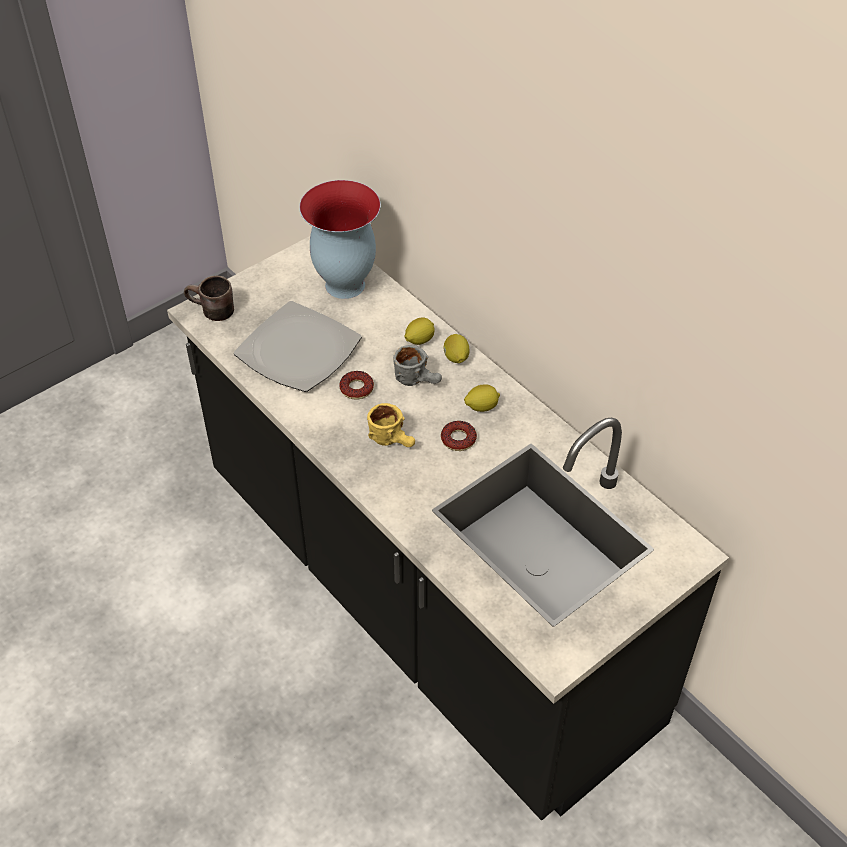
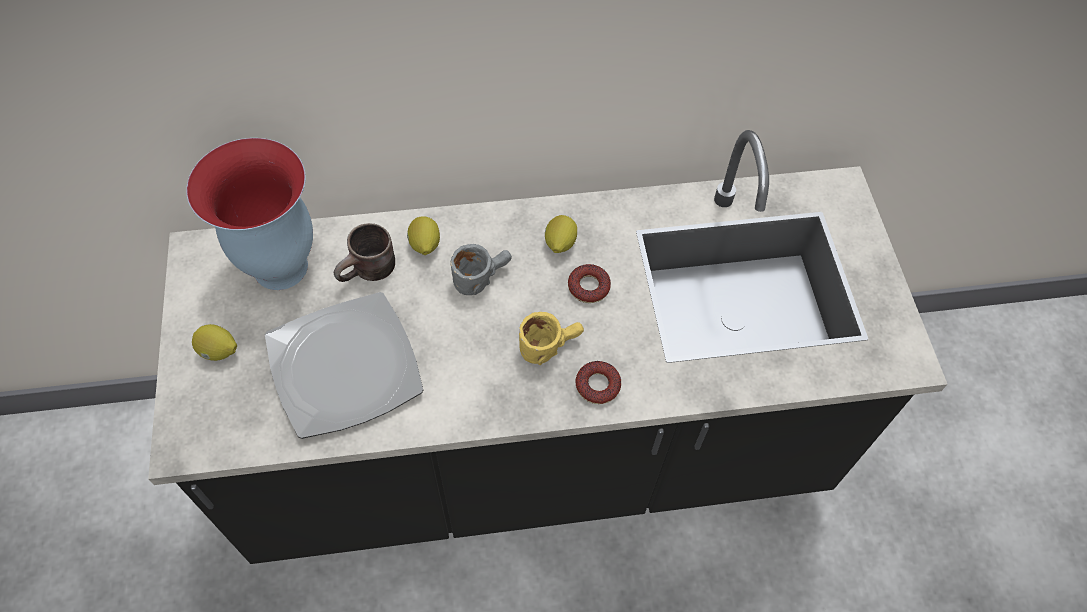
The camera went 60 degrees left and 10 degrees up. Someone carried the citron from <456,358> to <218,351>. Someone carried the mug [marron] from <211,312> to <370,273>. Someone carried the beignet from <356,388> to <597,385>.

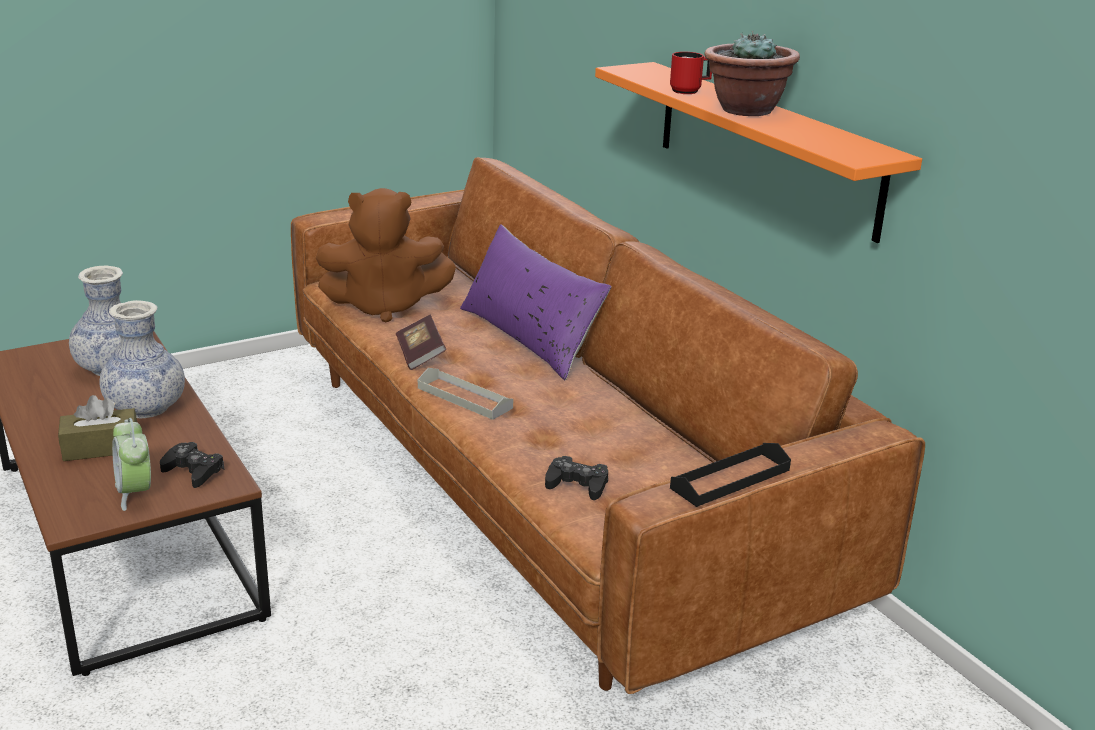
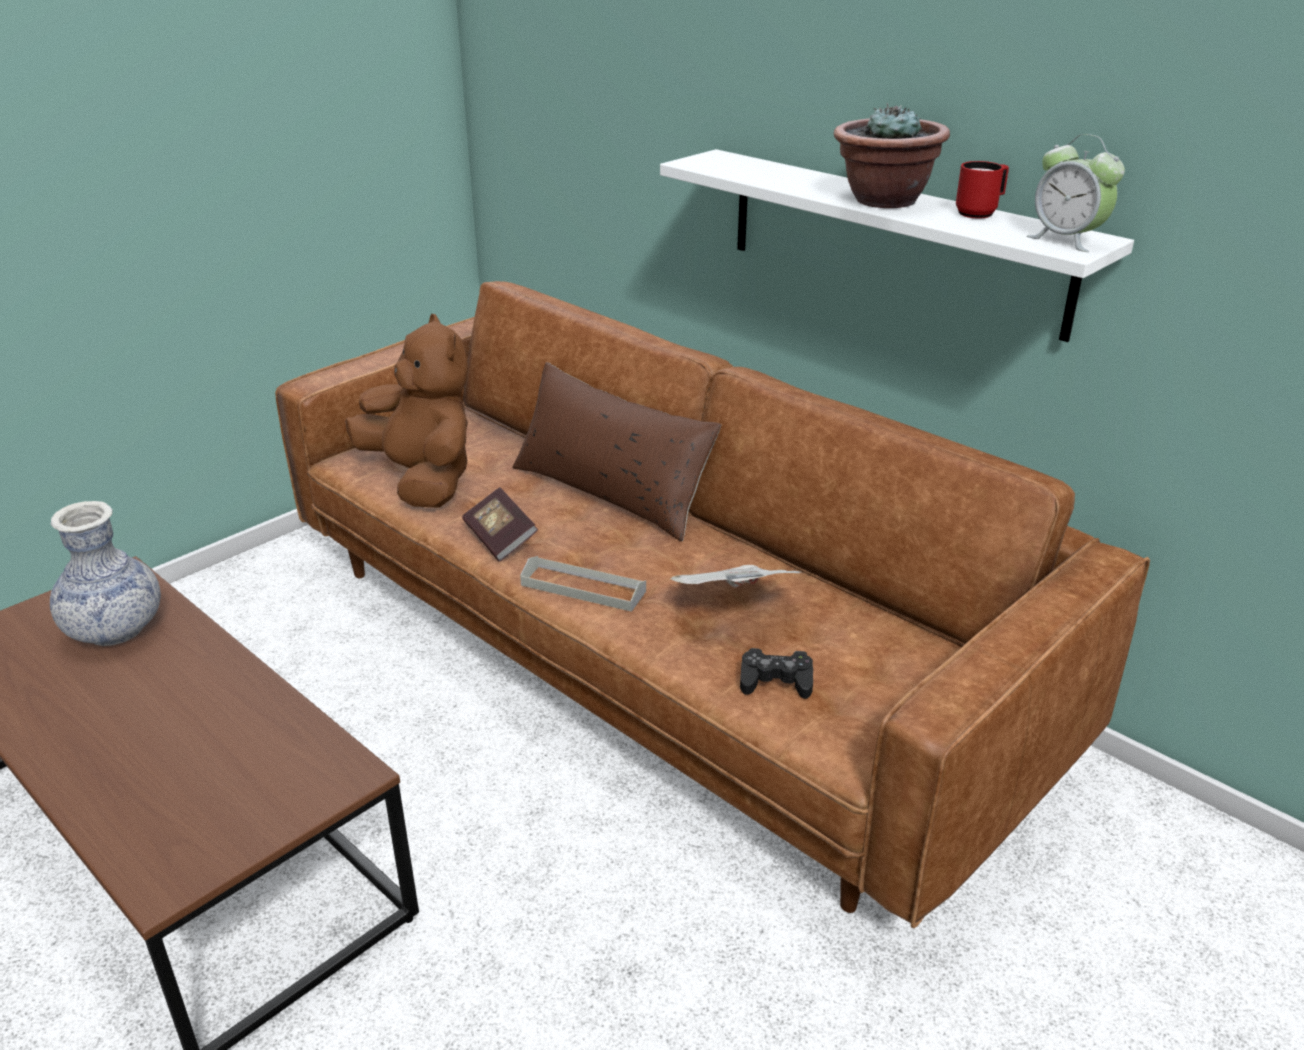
The camera went 15 degrees left and 5 degrees up. Someone rotated the peluche [marron] at <384,306> by 105 degrees counterclockwise. Someone repainted the coussin [violet] at <529,337>, which became the coussin [marron] at <611,492>. Someone repainted the étagère [orange] at <765,147>, which became the étagère [blanc] at <893,240>. Someone put down the journal at <734,604>. Someone carried the mug [rouge] from <690,91> to <980,213>. Someone carried the réveil from <135,493> to <1067,240>. Someone took away the boîte à mouchoirs [marron] at <101,448>. Someone took away the vase at <146,408>. Someone took away the manette [noir] at <193,471>. Someone took away the plateau [noir] at <730,479>.

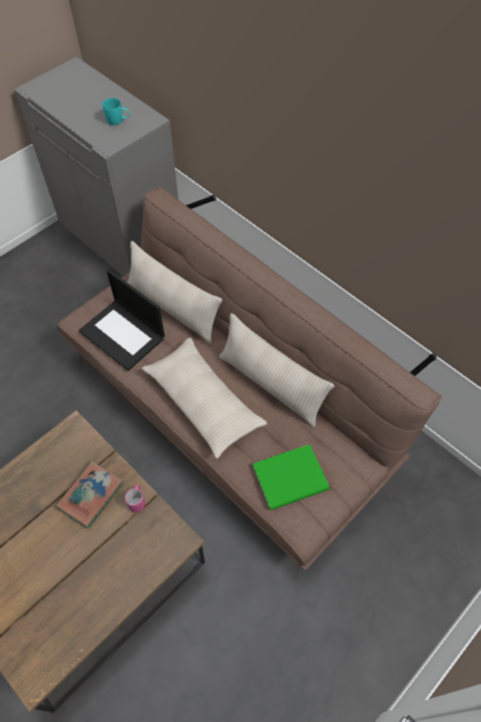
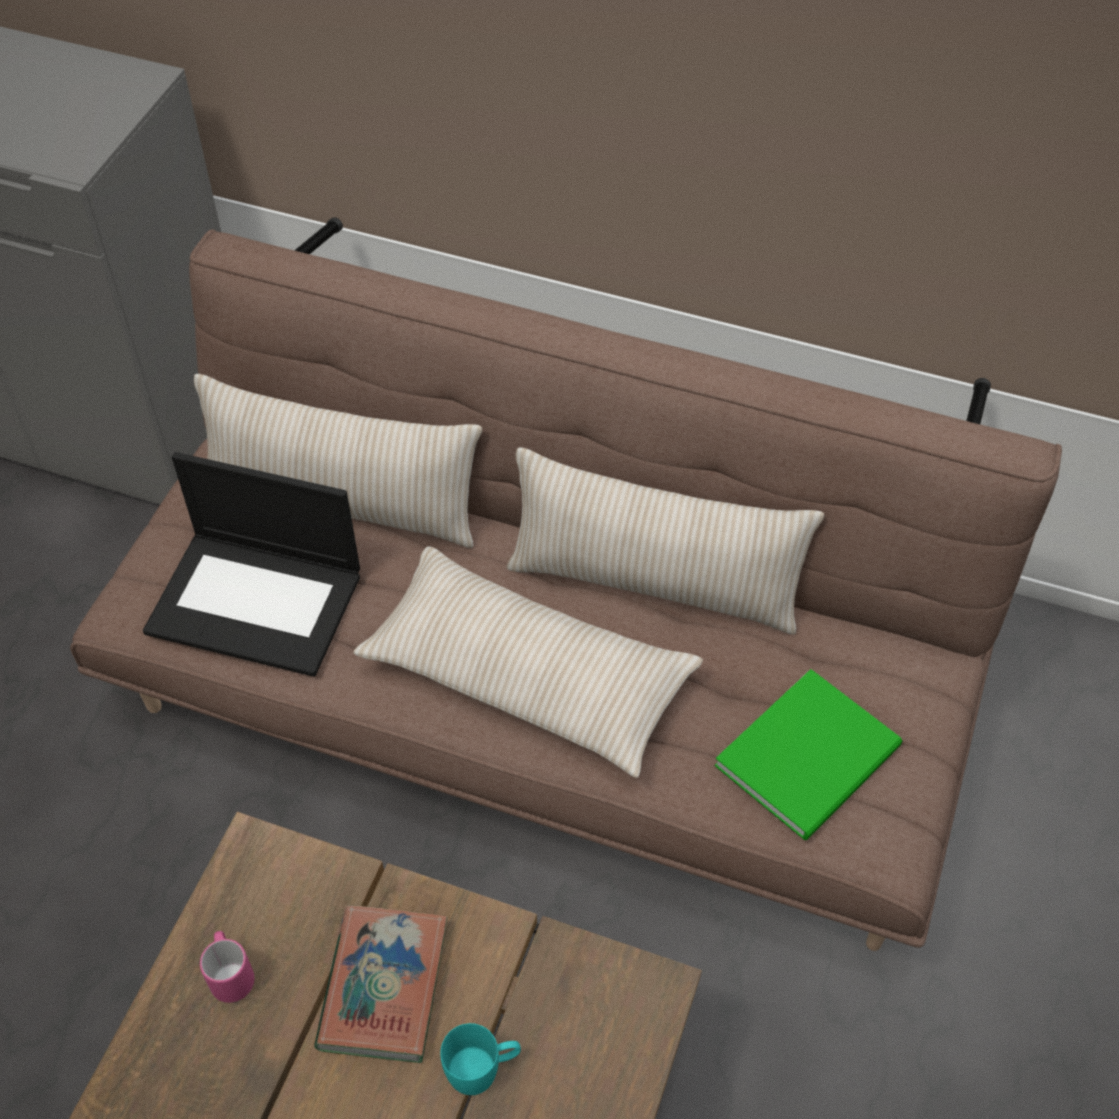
The camera went 25 degrees left and 5 degrees down. Someone carried the mug [rose] from <137,501> to <231,974>. Someone carried the mug [turquoise] from <118,121> to <483,1069>.

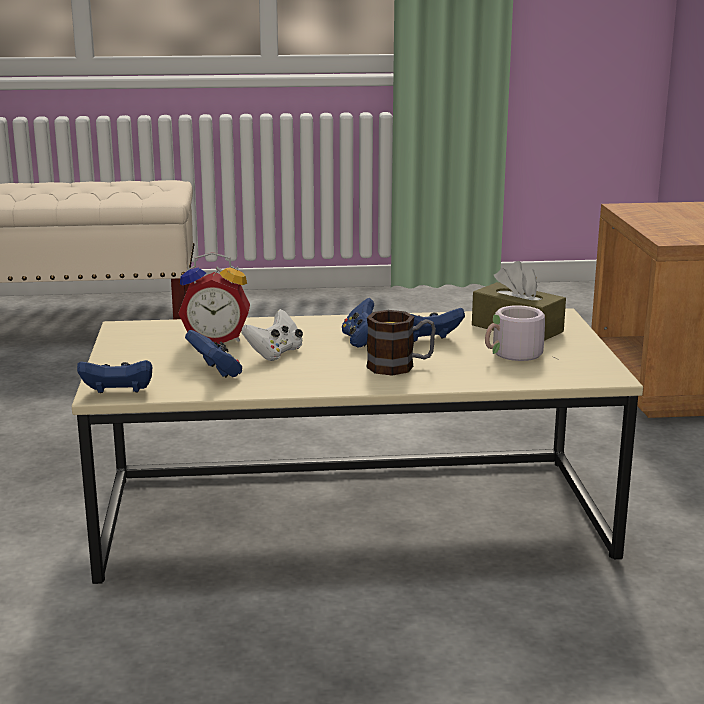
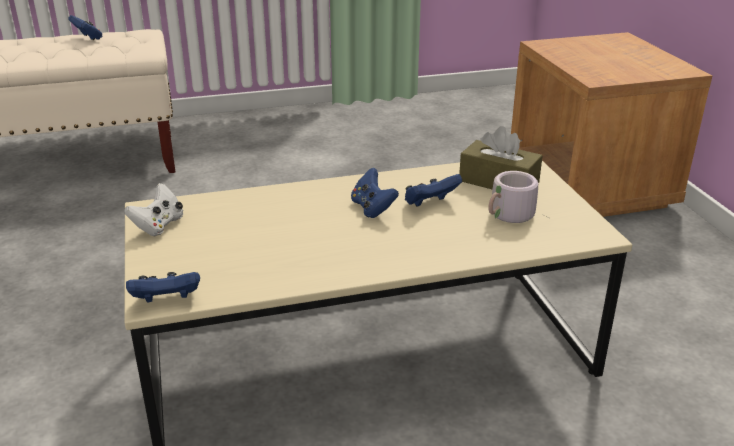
The camera went 10 degrees left and 10 degrees up. Someone carried the manette [bleu] from <216,372> to <88,38>. Someone carried the manette [blanc] from <275,353> to <159,225>. Someone took away the réveil at <216,340>. Someone took away the mug at <400,366>.

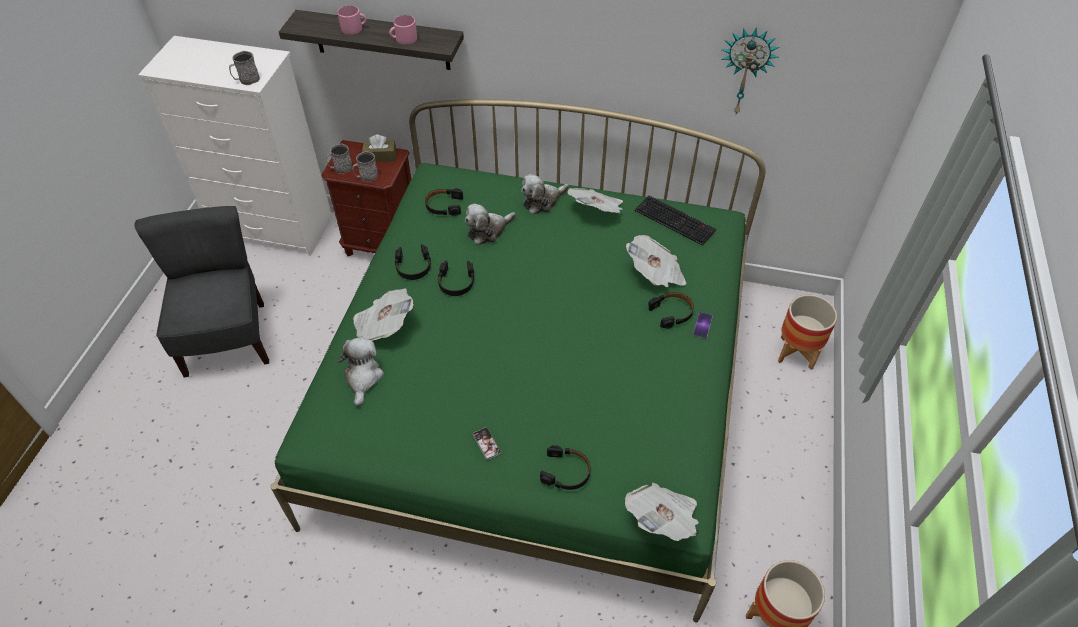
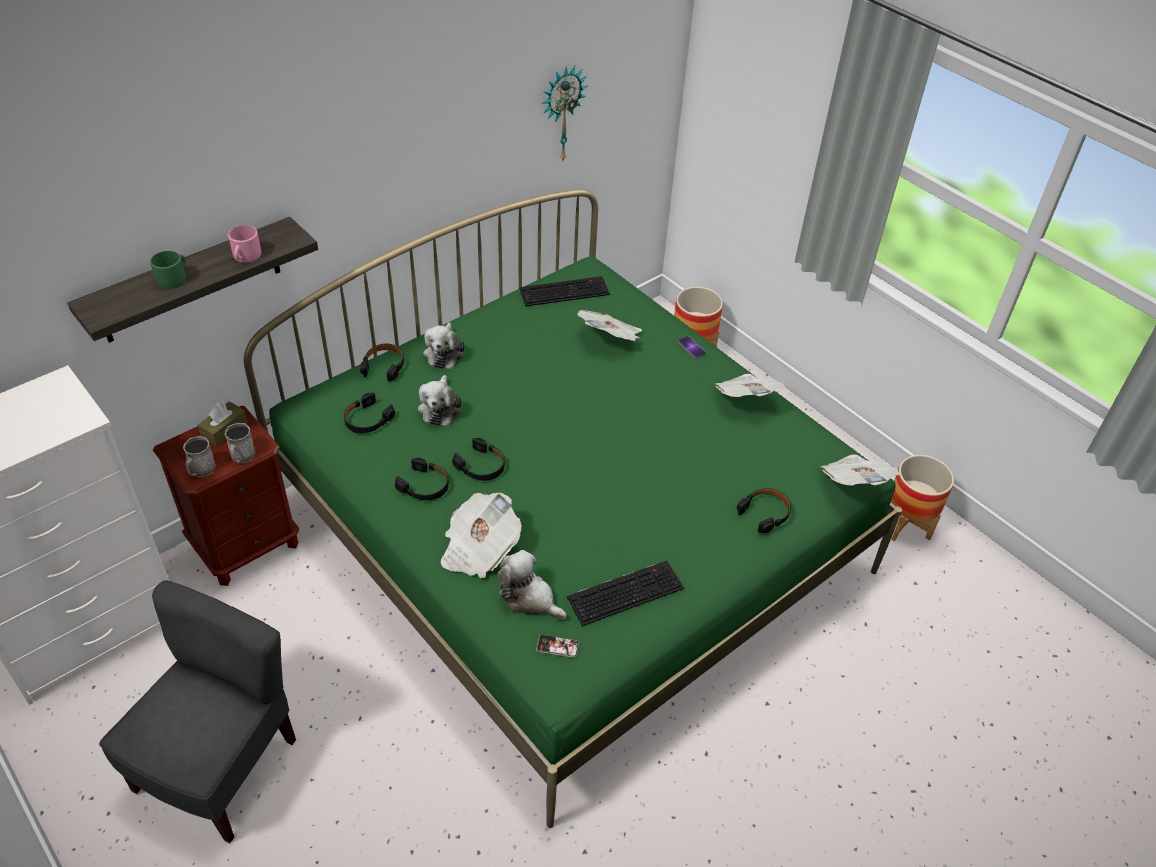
The camera went 55 degrees left and 5 degrees down. Someone rotated the chaise [gris] at <228,339> by 90 degrees clockwise. Someone repainted the mug [rose] at <354,28>, which became the mug [vert] at <174,278>. Someone carried the casque audio [noir] from <672,312> to <384,366>. Someone carried the téléphone from <486,443> to <557,646>. Someone put down the clavier at <625,591>. Someone carried the journal from <597,211> to <746,398>. Someone took away the mug [gris] at <246,80>.

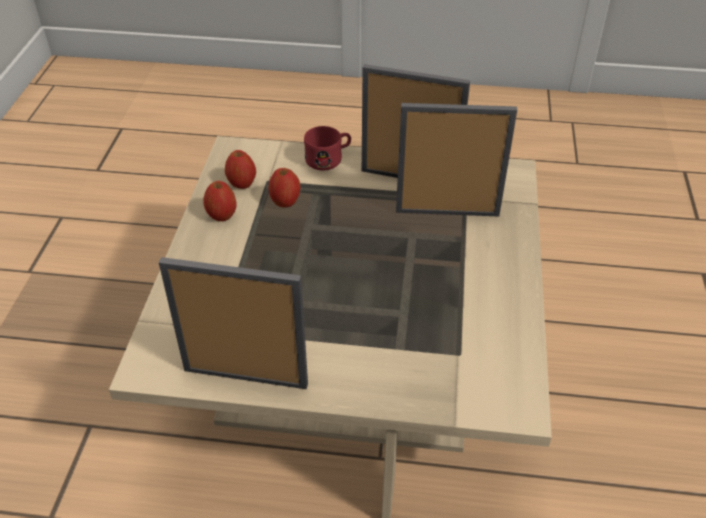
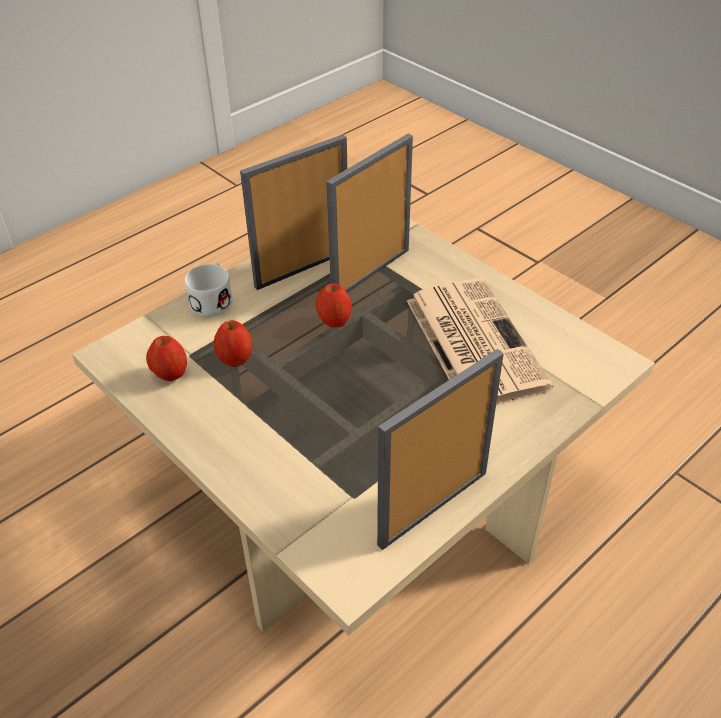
The camera went 50 degrees left and 0 degrees up. Someone repainted the mug [rouge] at <329,158>, which became the mug [blanc] at <213,299>. Someone carried the pomme from <222,215> to <334,321>. Someone put down the journal at <473,342>.

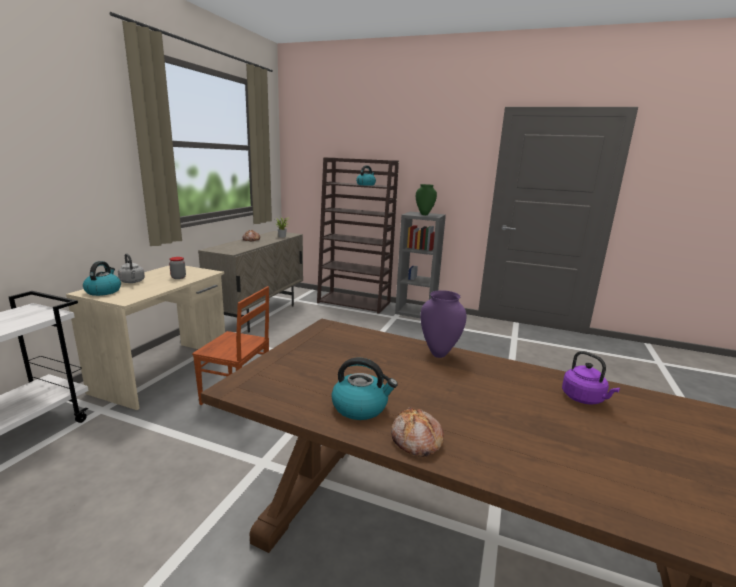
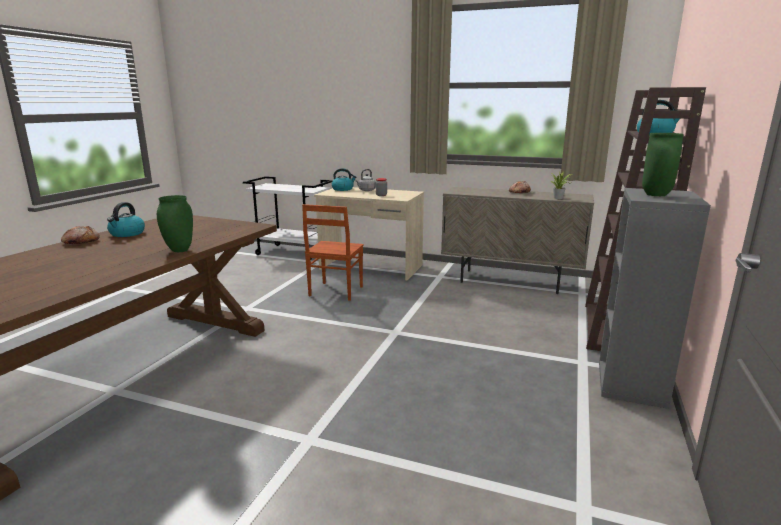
The camera went 90 degrees right and 0 degrees up. Someone repainted the vase [violet] at <438,354>, which became the vase [vert] at <179,250>. Someone took away the bouilloire [violet] at <584,399>.

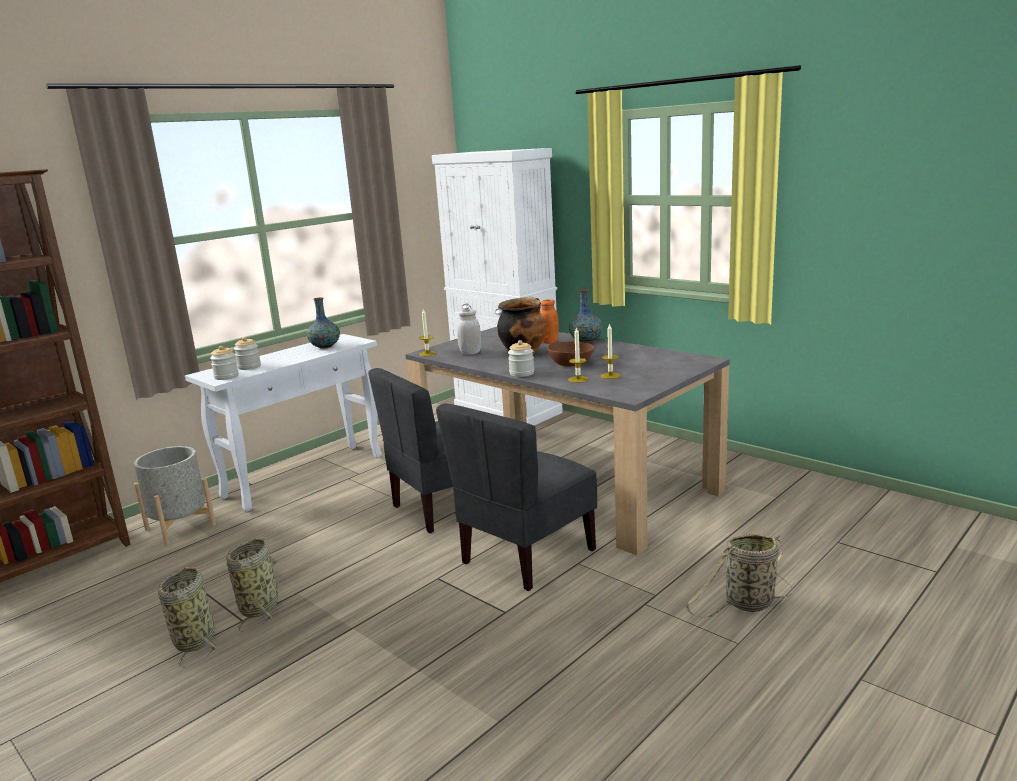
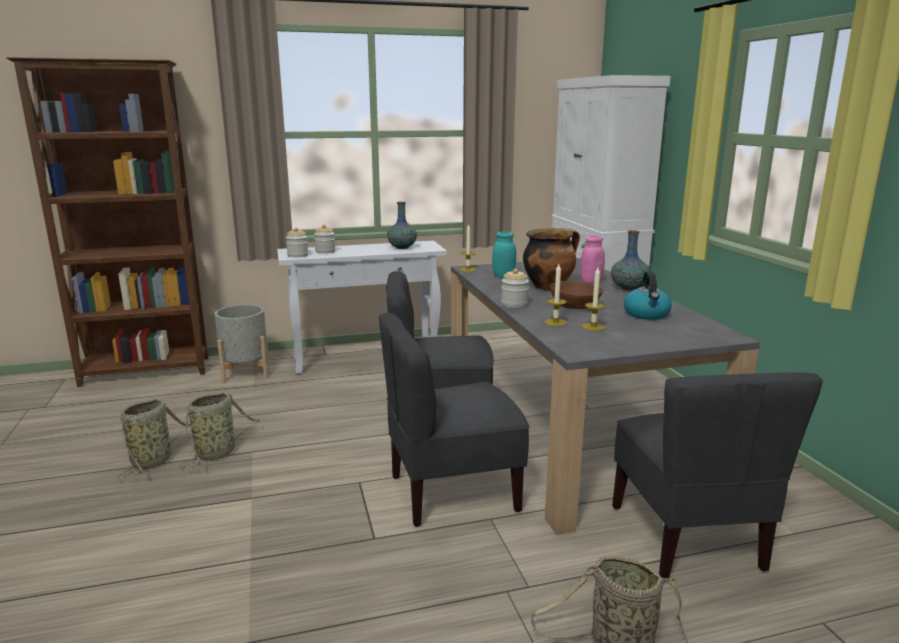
The camera went 30 degrees right and 0 degrees up. Someone repainted the bocal [blanc] at <470,353>, which became the bocal [turquoise] at <503,276>. Someone repainted the bocal [orange] at <549,342>, which became the bocal [rose] at <591,282>. Someone put down the chaise [gris] at <688,537>. Someone put down the bouilloire at <646,314>.

